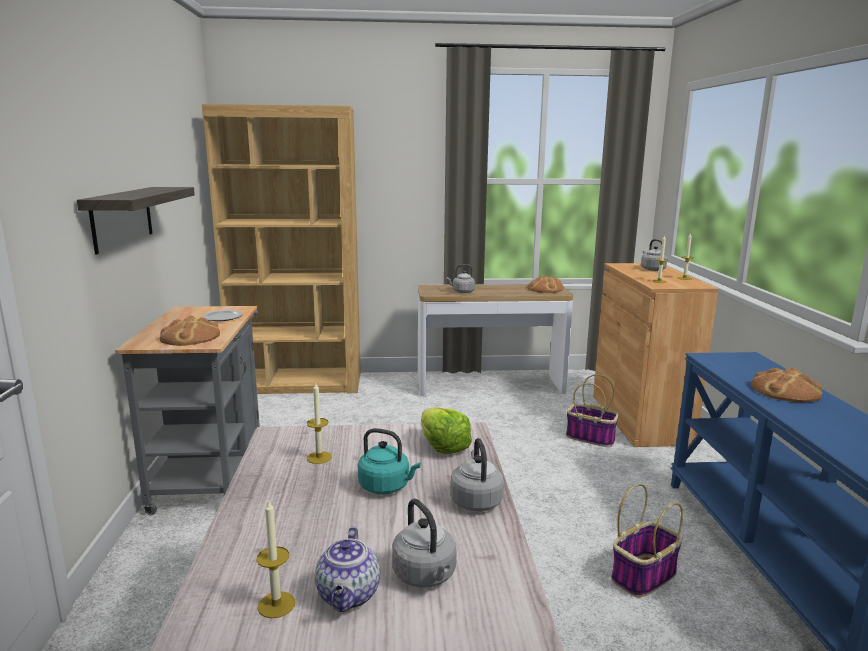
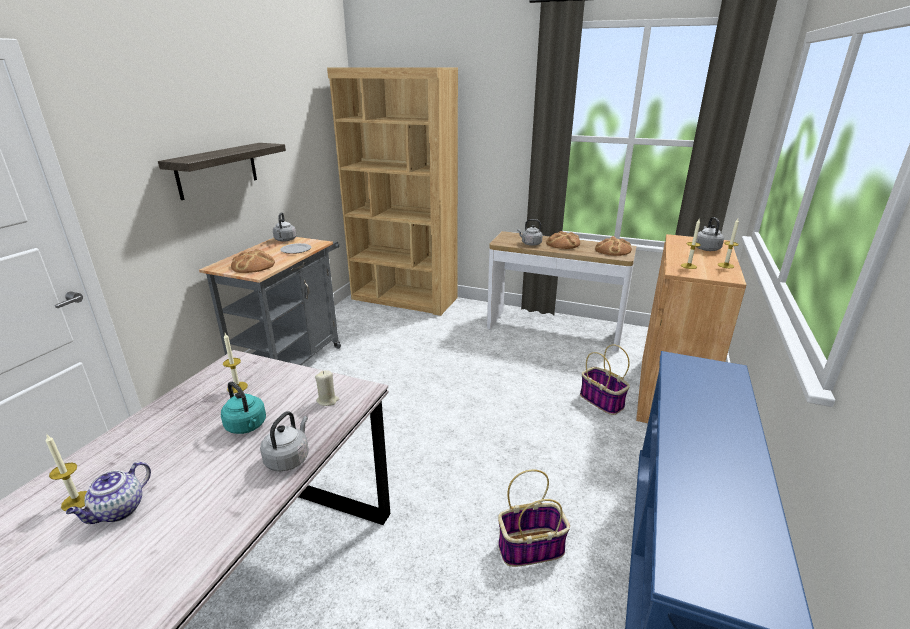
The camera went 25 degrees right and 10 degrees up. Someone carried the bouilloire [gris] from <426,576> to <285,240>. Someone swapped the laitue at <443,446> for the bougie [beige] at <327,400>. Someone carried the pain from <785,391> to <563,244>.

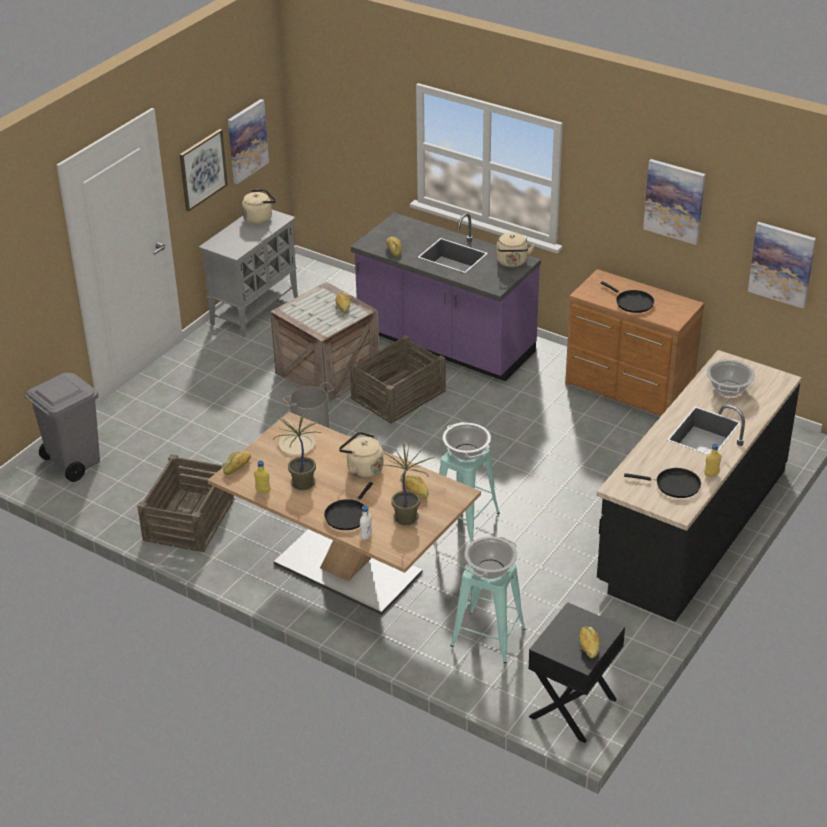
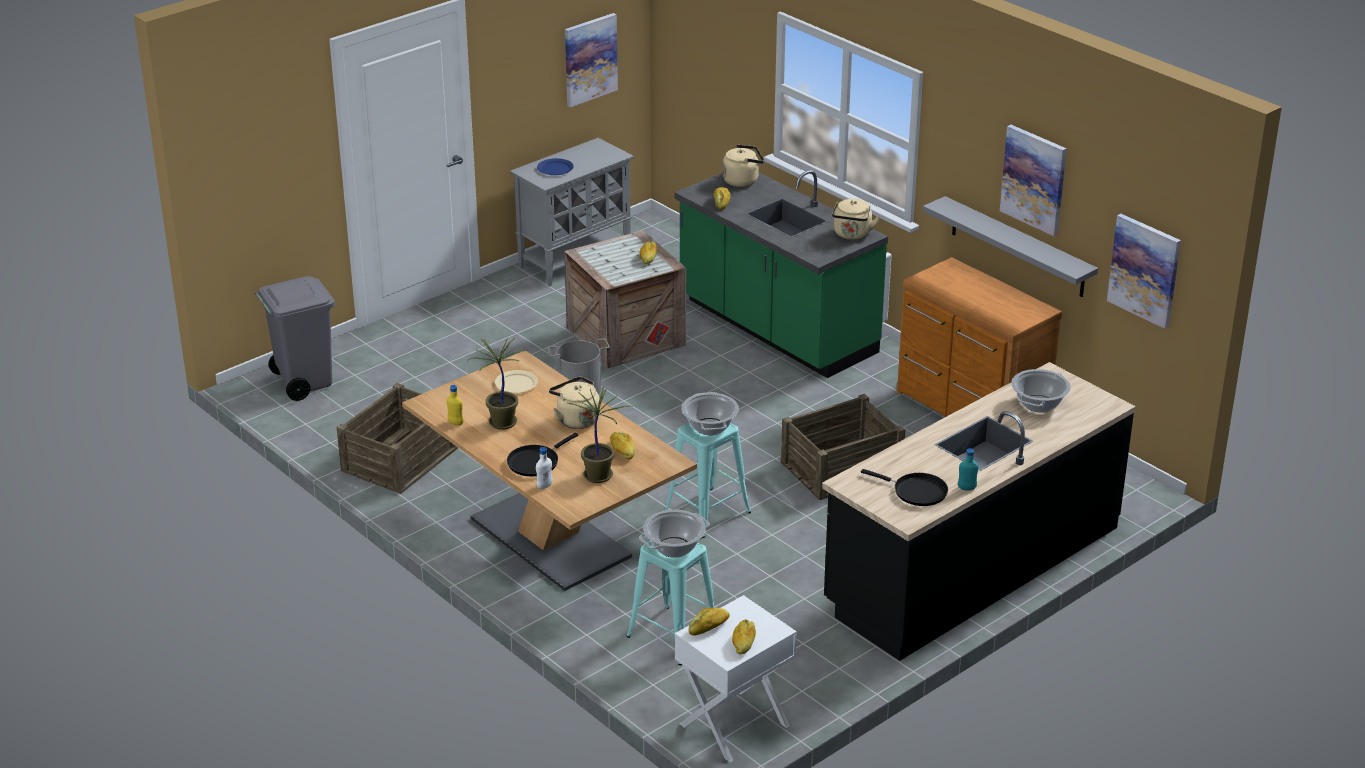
The camera went 15 degrees right and 5 degrees down. Someone put down the assiette [bleu] at <555,169>. Someone repainted the comptoir de cuisine [violet] at <445,344>, which became the comptoir de cuisine [vert] at <776,328>. Someone repainted the table de chevet [noir] at <573,708>, which became the table de chevet [blanc] at <735,725>. Someone carried the pain from <237,466> to <709,627>. Someone carried the bouilloire [beige] from <259,218> to <743,180>. Someone carried the caisse from <399,395> to <842,468>. Someone put up the étagère [gris] at <1017,247>. Someone repainted the bouteille [jaune] at <711,474>, which became the bouteille [turquoise] at <967,488>. Someone took away the tableau at <202,169>. Someone took away the poêle [noir] at <632,302>.

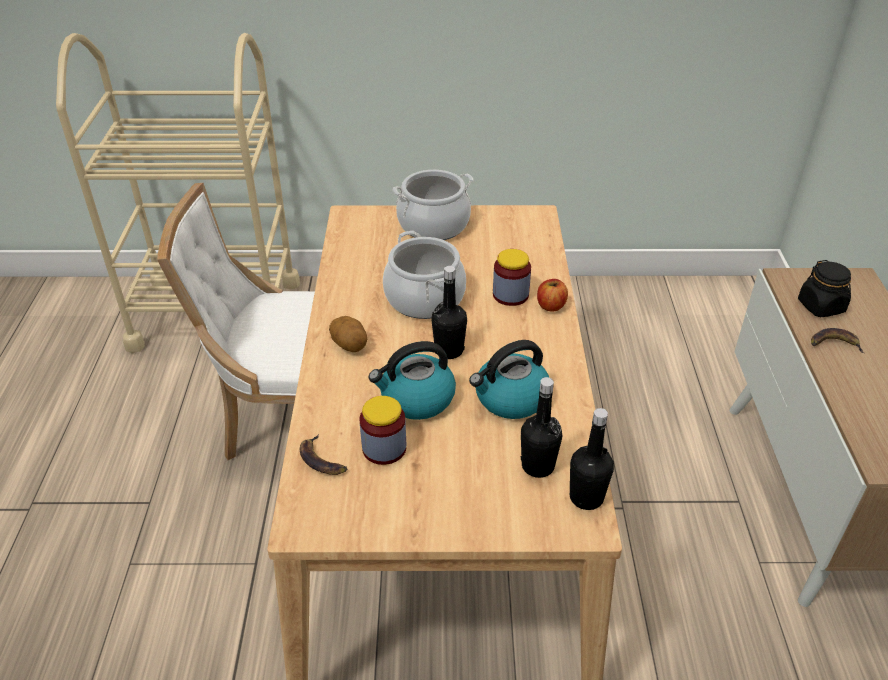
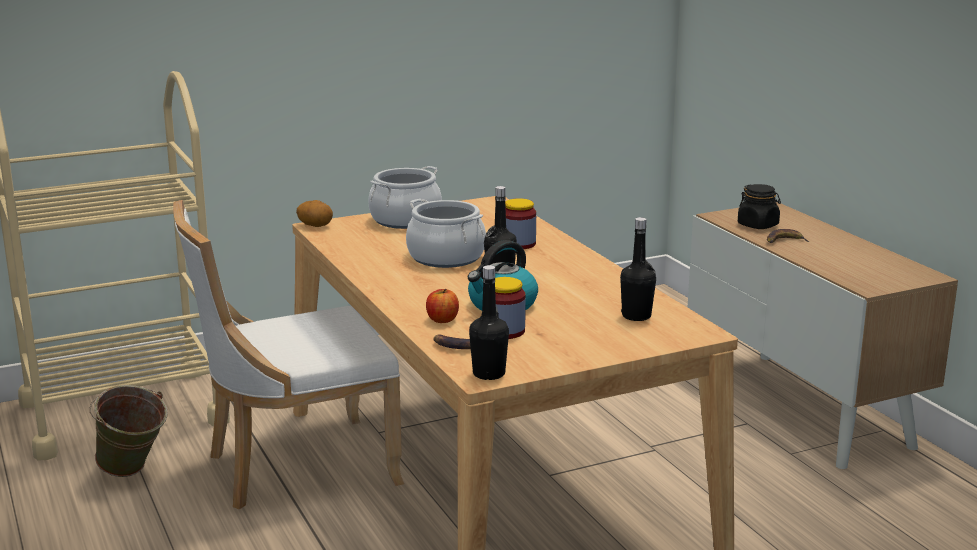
The camera went 25 degrees left and 20 degrees down. Someone put down the seau [vert] at <133,473>. Someone carried the pomme de terre from <350,345> to <315,225>. Someone carried the pomme from <551,306> to <442,320>. Someone carried the bouteille [noir] from <586,497> to <489,374>. Someone took away the bouilloire at <510,399>.

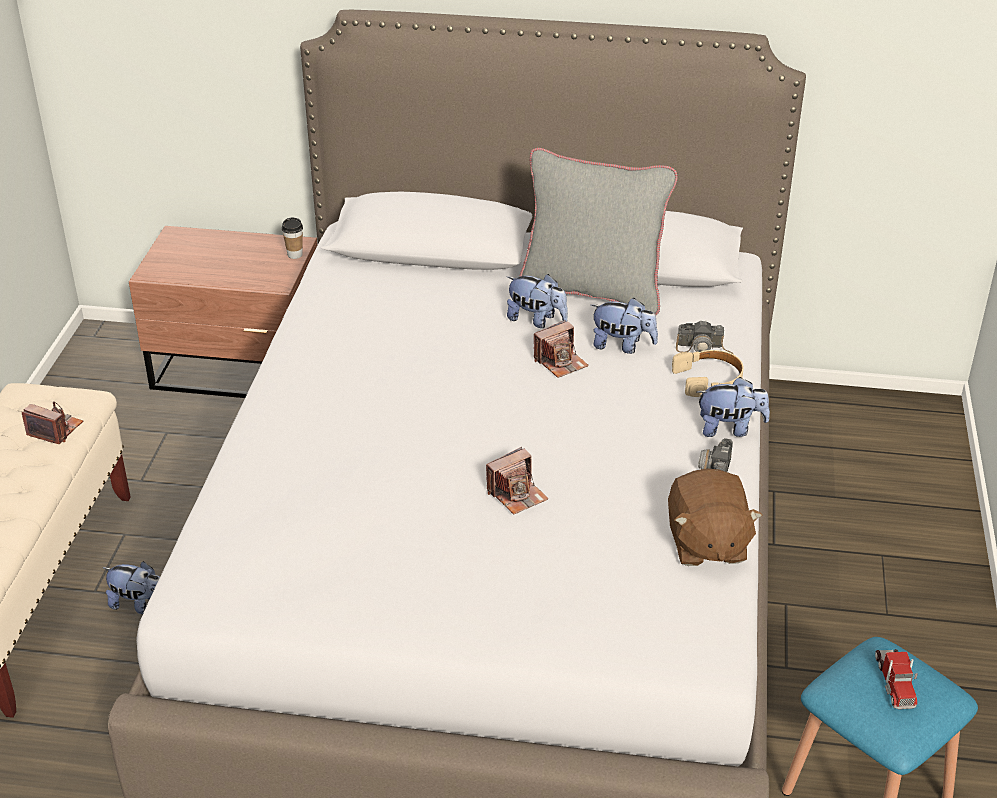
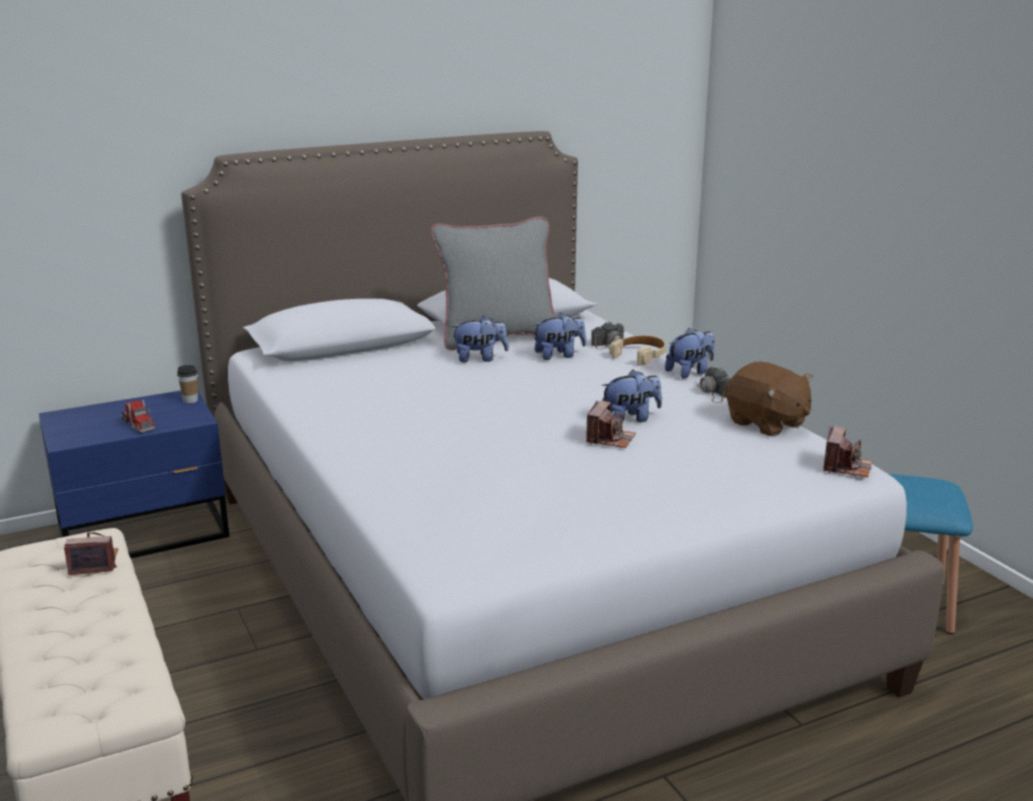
The camera went 35 degrees left and 15 degrees down. Someone repainted the table de chevet [marron] at <241,369>, which became the table de chevet [bleu] at <146,533>. Someone carried the camion jouet from <894,682> to <138,424>. Someone carried the peluche from <139,604> to <630,419>. Someone carried the appareil photo from <560,362> to <846,467>.

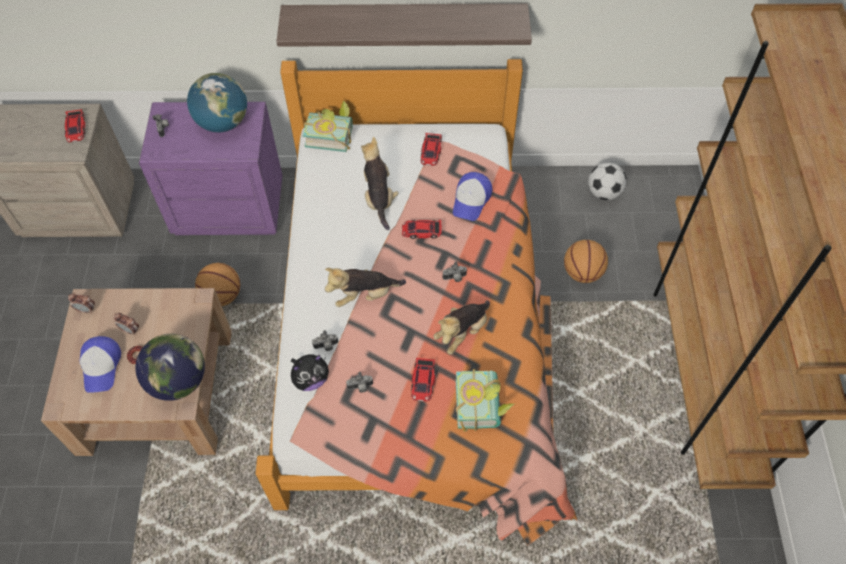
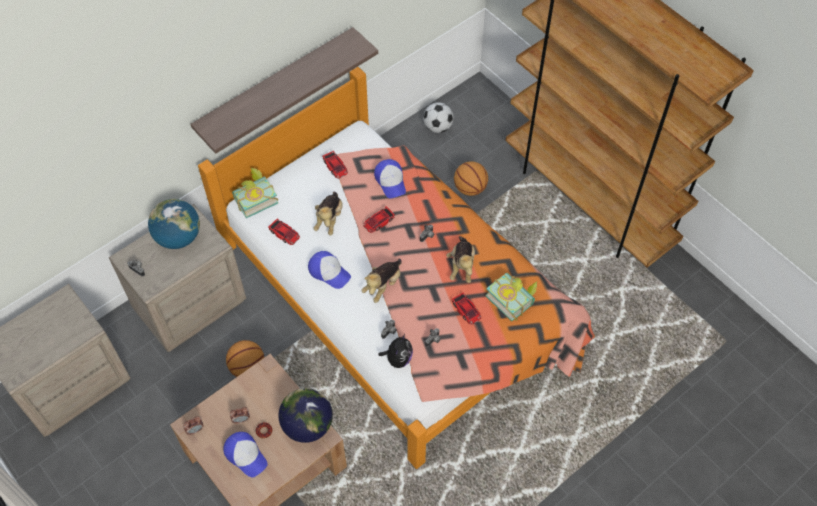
The camera went 40 degrees left and 0 degrees up. Someone repainted the table de chevet [violet] at <229,206>, which became the table de chevet [beige] at <190,305>. Someone carried the petite voiture from <76,128> to <284,233>. Someone put down the casquette at <329,272>. Someone rotated the peluche at <379,198> by 120 degrees counterclockwise.

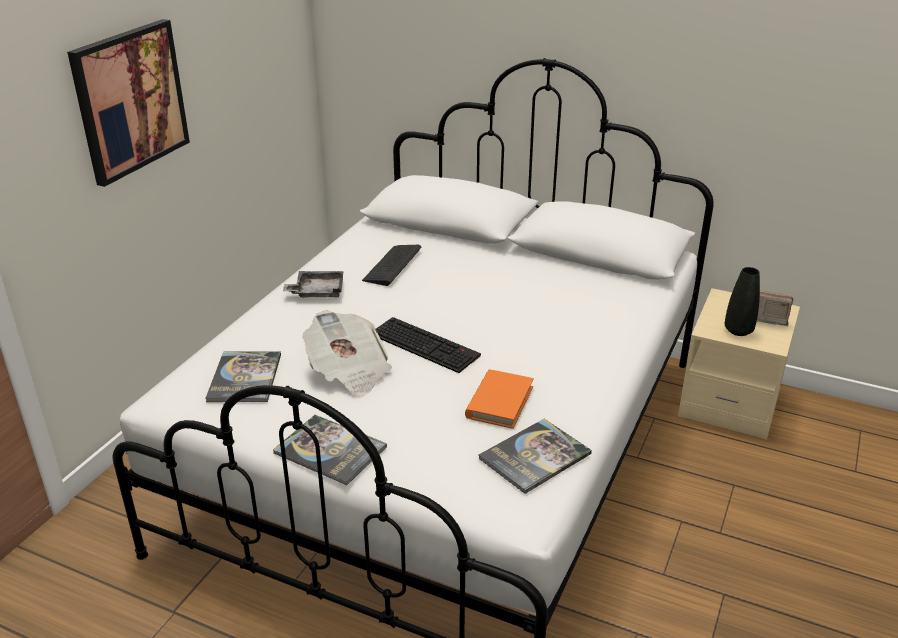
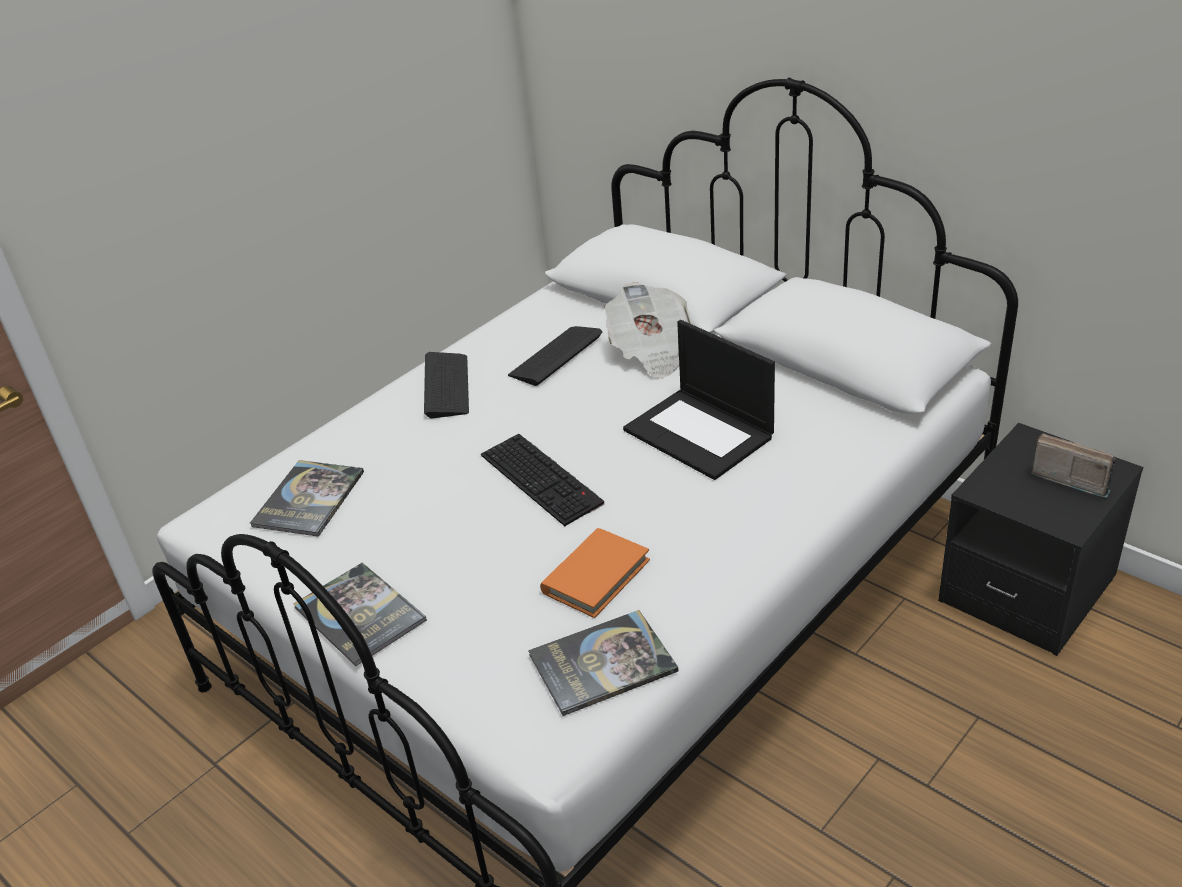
The camera went 20 degrees right and 5 degrees up. Someone swapped the plateau [gris] at <317,291> for the clavier at <446,386>. Someone carried the journal from <349,372> to <653,352>. Someone put down the ordinateur portable at <700,433>. Someone repainted the table de chevet [beige] at <730,402>, which became the table de chevet [noir] at <1027,589>. Someone took away the tableau at <130,100>. Someone took away the vase [noir] at <738,330>.

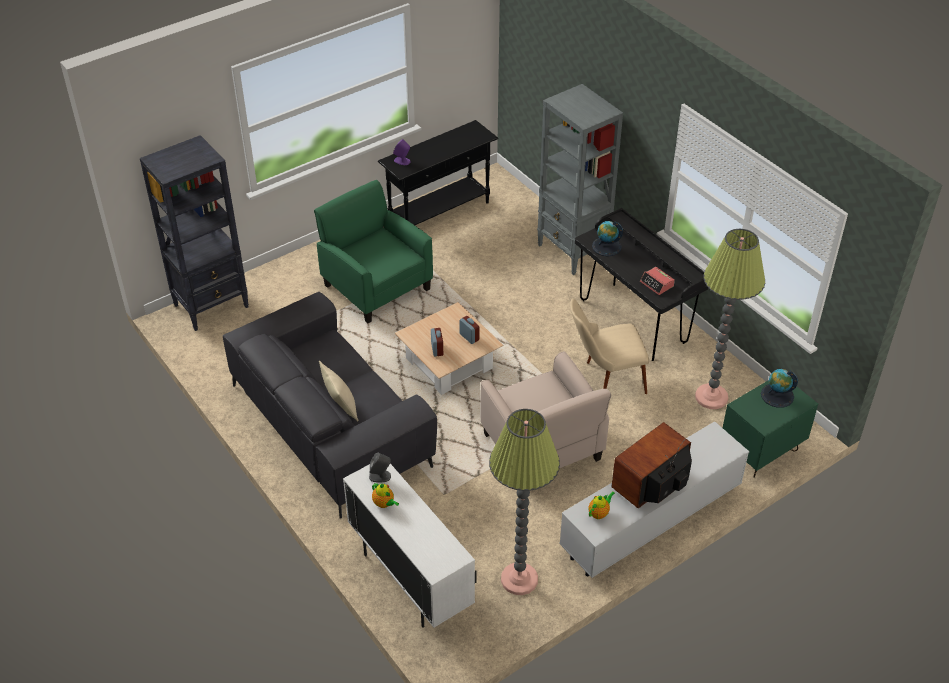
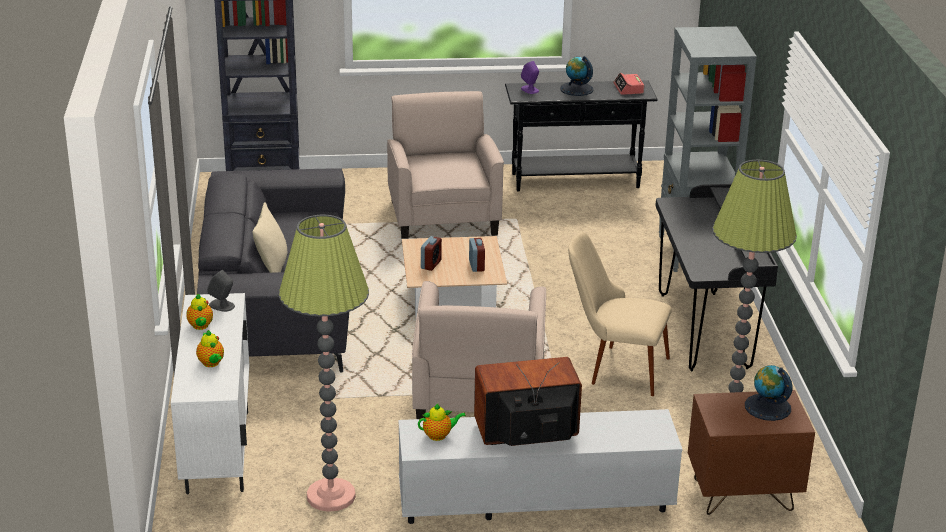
The camera went 30 degrees right and 15 degrees down. Someone put down the théière at <211,364>. Someone repainted the fauteuil [vert] at <376,286>, which became the fauteuil [beige] at <443,217>. Someone carried the globe from <606,246> to <576,89>. Someone carried the réveil from <657,284> to <628,89>. Someone repainted the table de chevet [vert] at <761,452>, which became the table de chevet [marron] at <742,495>.

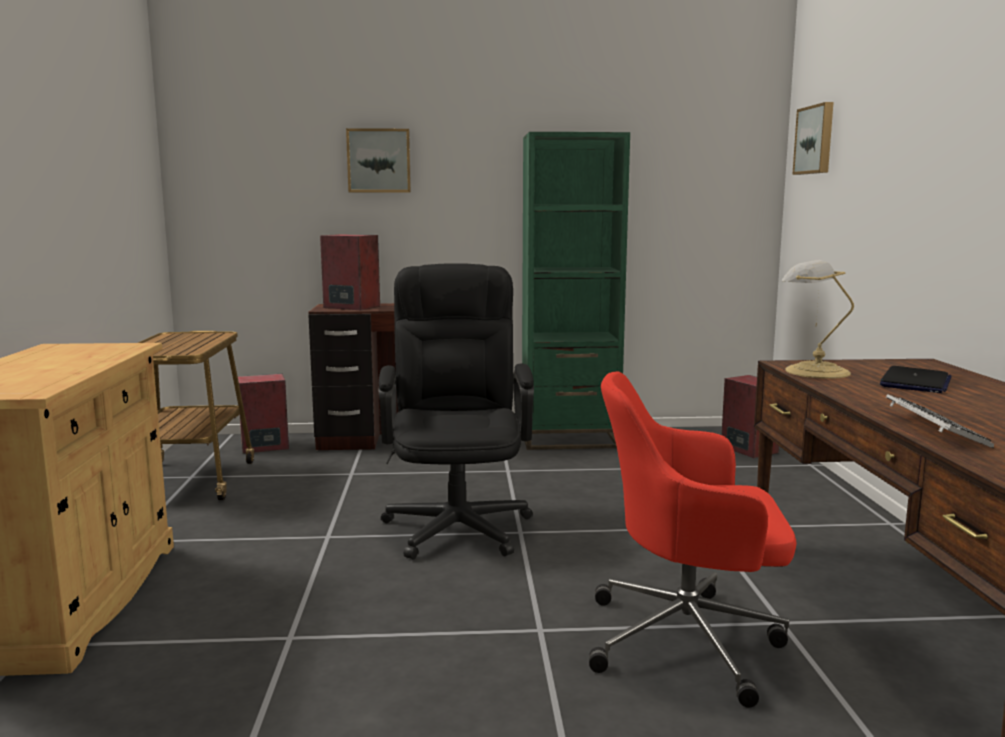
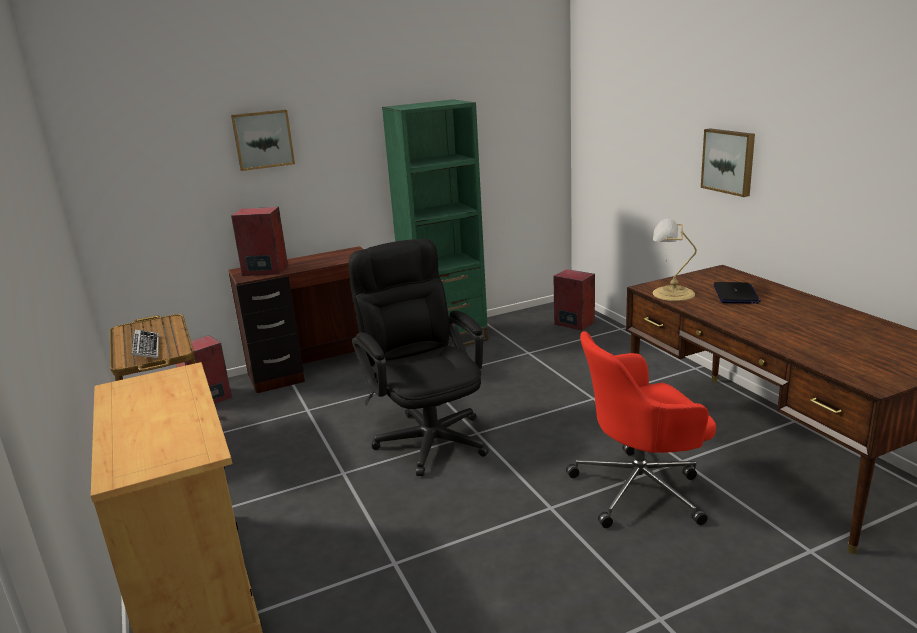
The camera went 20 degrees left and 10 degrees up. Someone carried the clavier from <933,429> to <146,348>. Someone carried the tableau from <816,140> to <729,161>.

